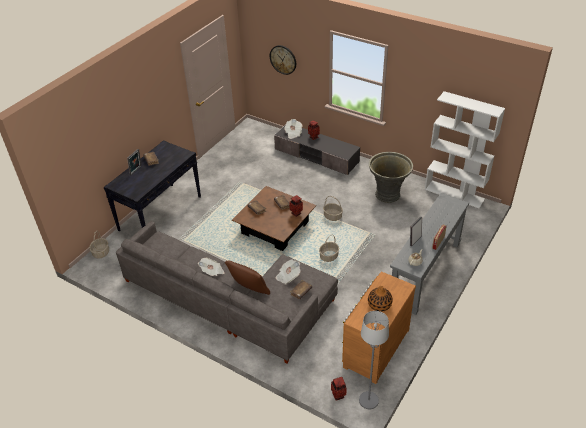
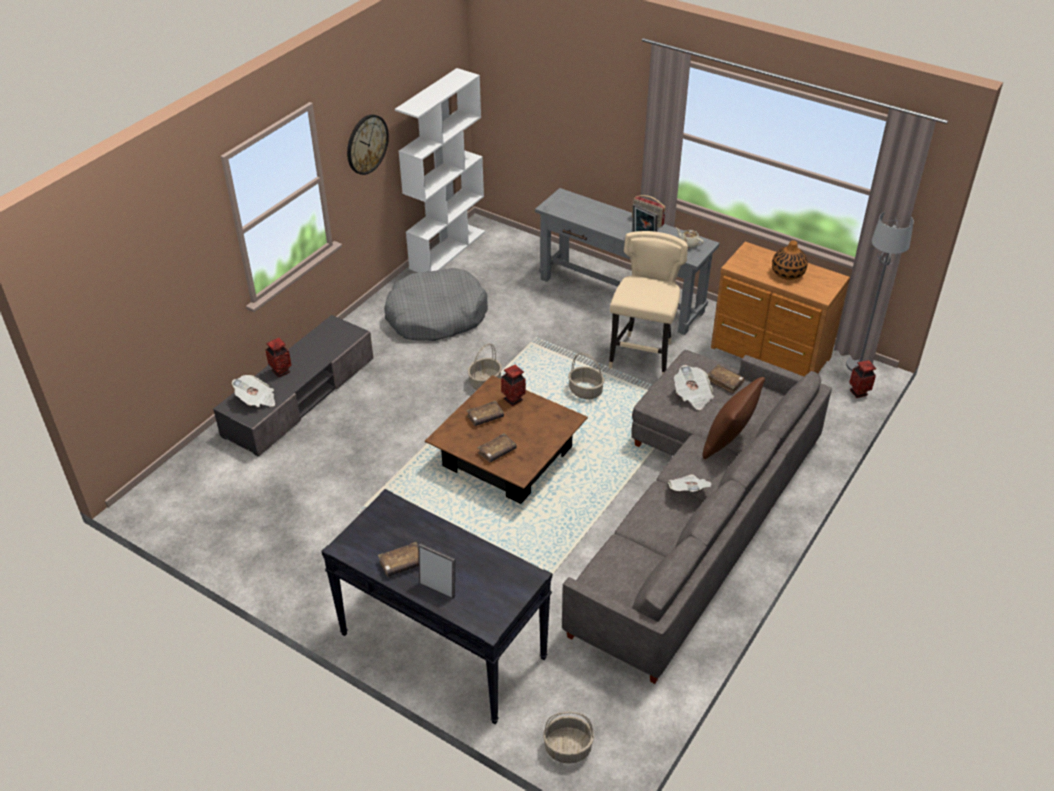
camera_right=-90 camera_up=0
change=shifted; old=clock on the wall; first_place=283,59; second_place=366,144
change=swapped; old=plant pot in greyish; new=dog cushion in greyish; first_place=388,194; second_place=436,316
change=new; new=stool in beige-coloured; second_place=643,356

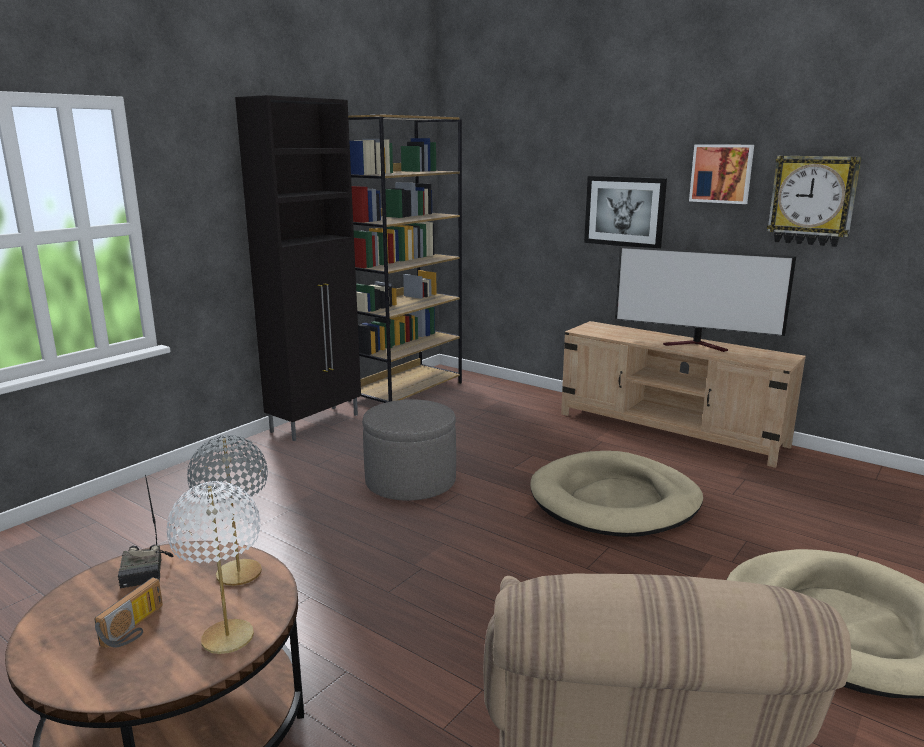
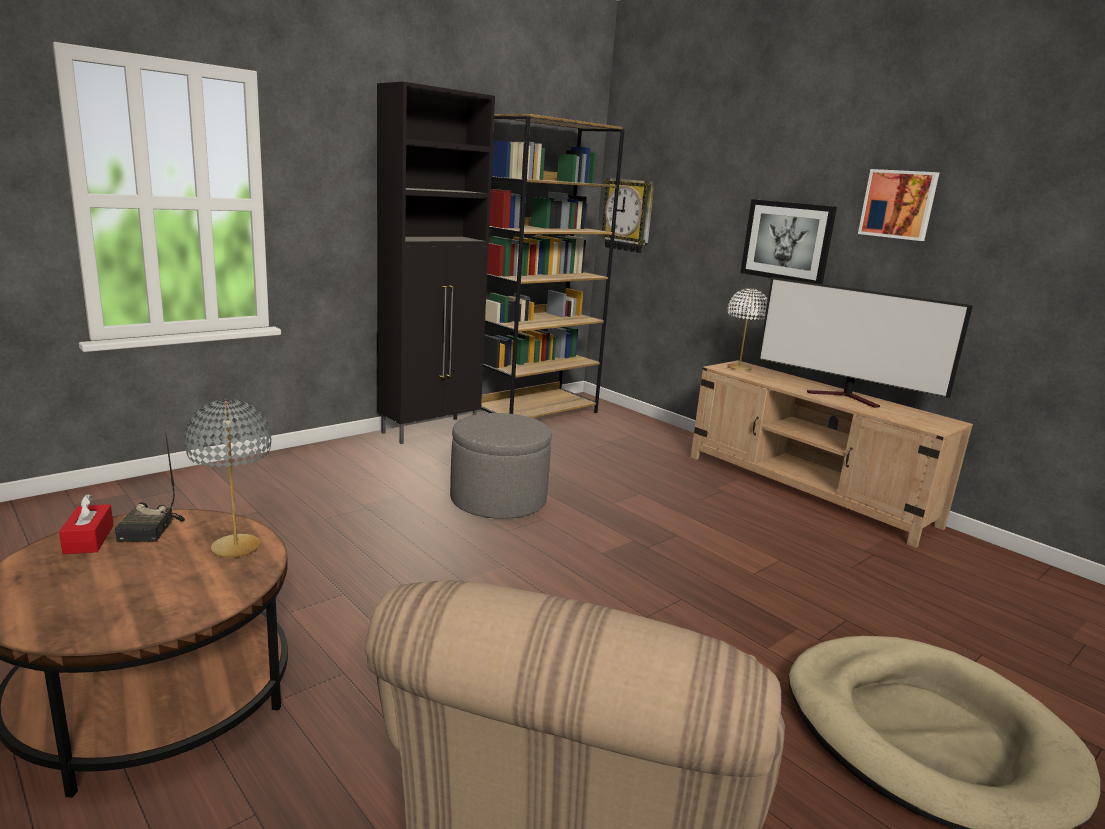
camera_right=10 camera_up=0
change=shifted; old=clock on the wall; first_place=812,200; second_place=628,215
change=gone; old=dog cushion in beige-coloured; first_place=615,500
change=shifted; old=table lamp in white; first_place=228,638; second_place=739,368
change=gone; old=radio; first_place=135,628
change=new; new=box of tissues in red-coloured; second_place=89,539

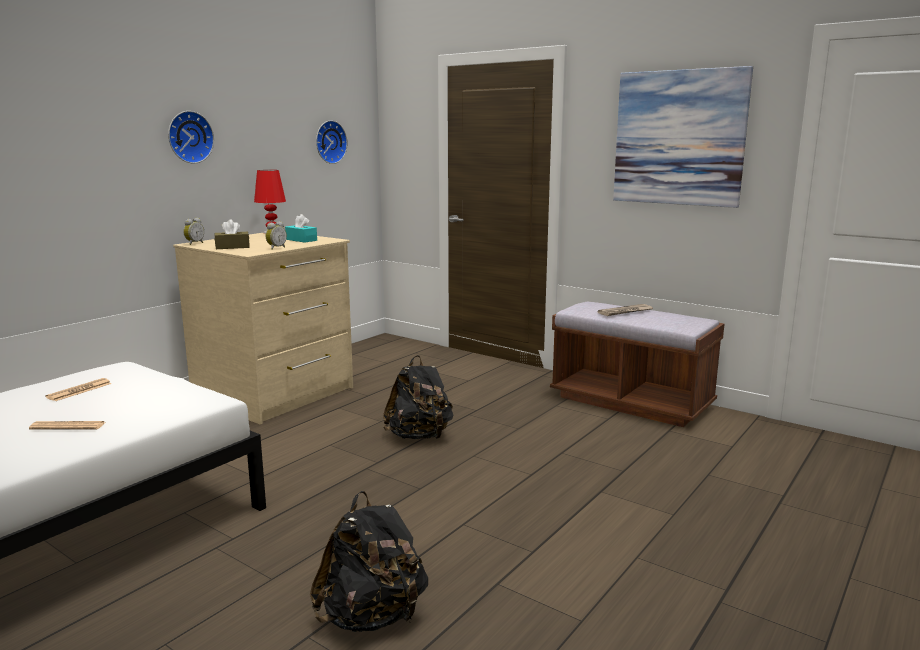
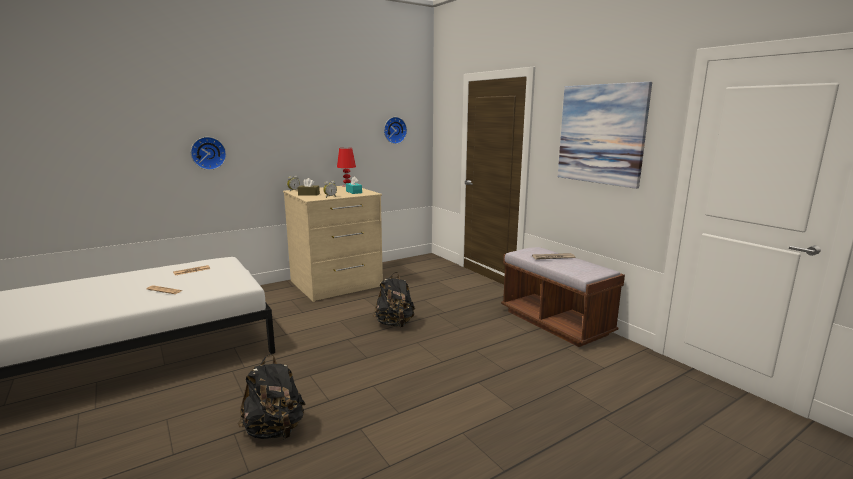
camera_right=20 camera_up=0
change=shifted; old=clock on the wall; first_place=189,137; second_place=208,153

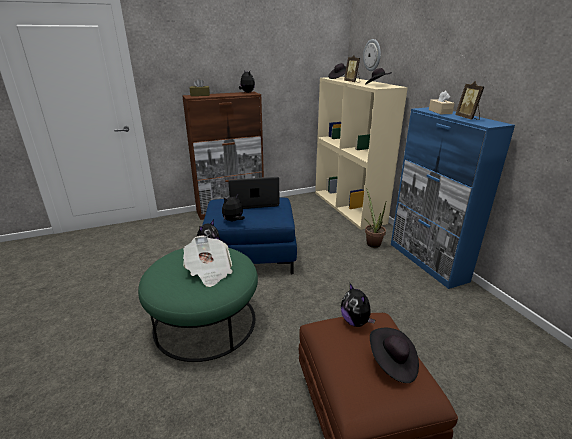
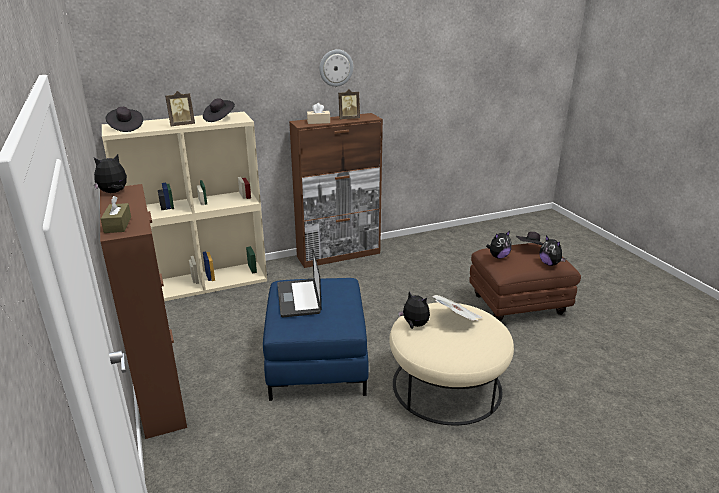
camera_right=-90 camera_up=0
change=shifted; old=clock on the wall; first_place=372,55; second_place=336,68
change=repainted; old=storage cabinet in blue; new=storage cabinet in brown; first_place=427,262; second_place=339,255
change=gone; old=houseplant; first_place=372,242
change=shifted; old=cuddly toy; first_place=233,221; second_place=550,264
change=repainted; old=ottoman in green; new=ottoman in beige-coloured; first_place=205,321; second_place=446,385

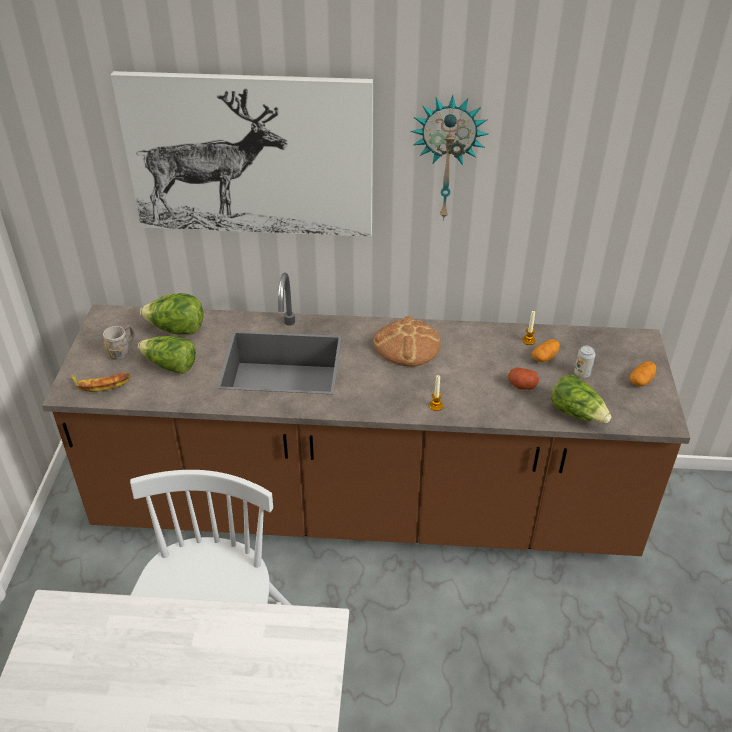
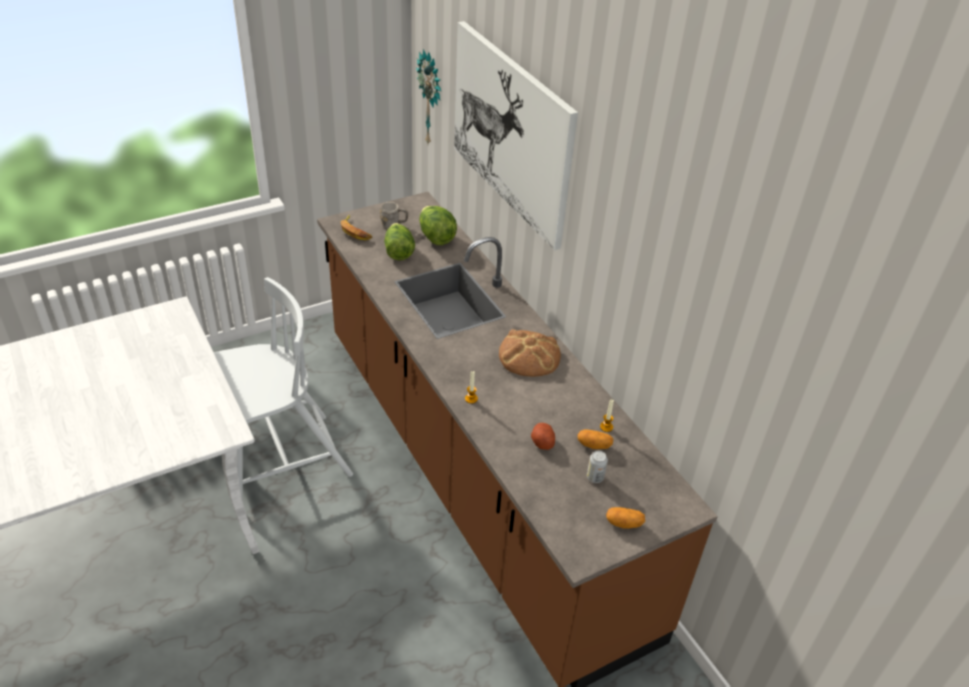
camera_right=55 camera_up=0
change=shifted; old=clock on the wall; first_place=447,158; second_place=432,99
change=gone; old=lettuce head; first_place=577,413

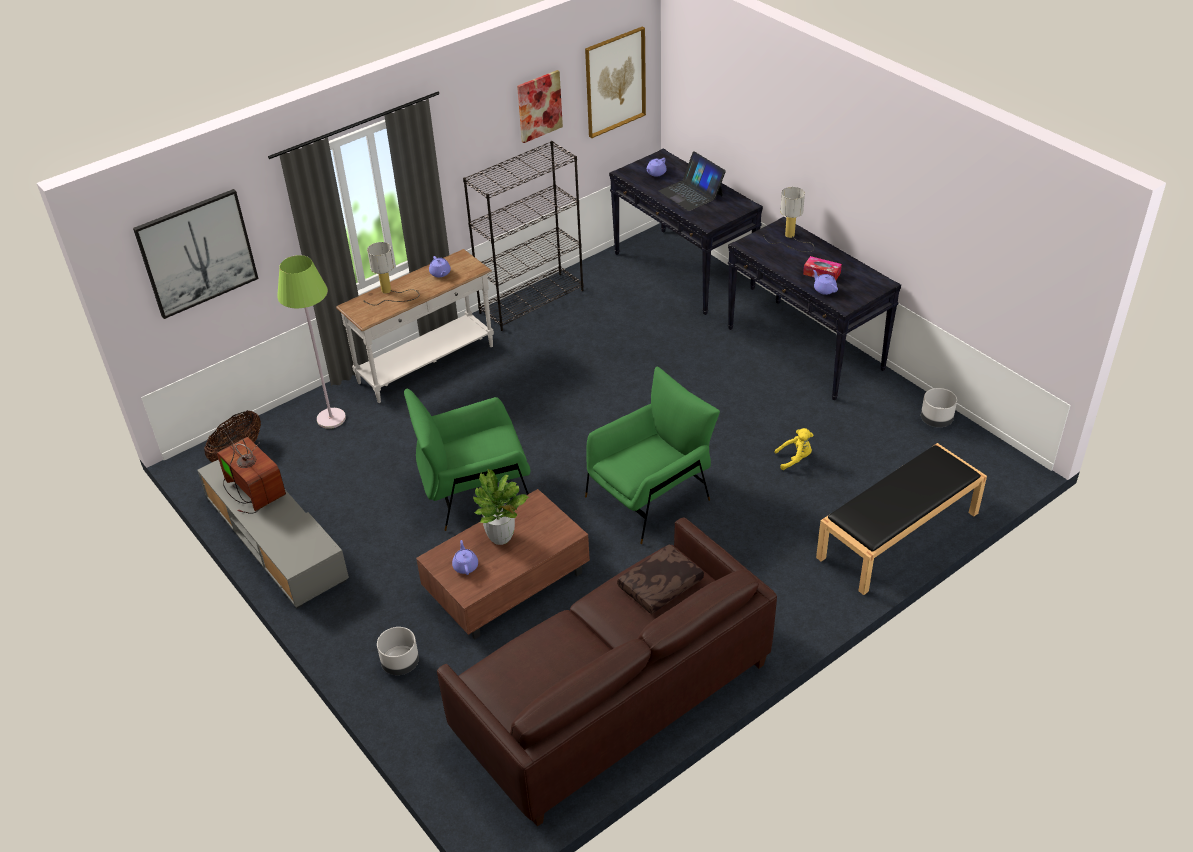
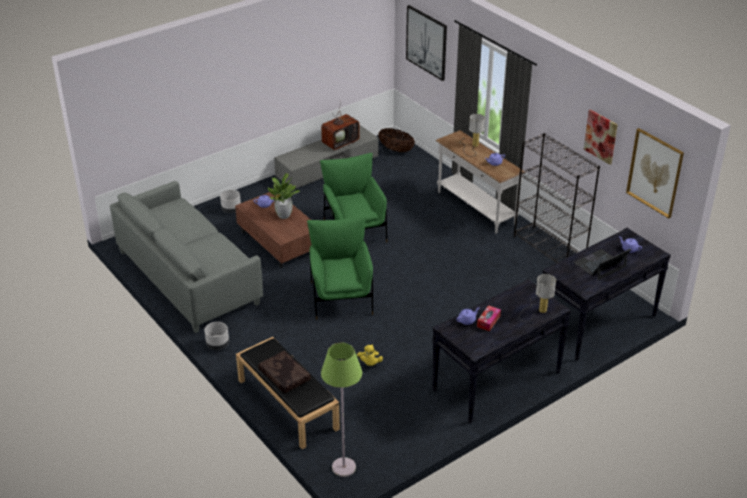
camera_right=90 camera_up=-5
change=shifted; old=floor lamp in green; first_place=331,419; second_place=343,467
change=rotated; old=easy chair in green; first_place=651,496; second_place=341,296; degrees=-150
change=shifted; old=plant pot in greyish; first_place=936,420; second_place=217,345
change=repainted; old=sofa in brown; new=sofa in greyish; first_place=612,698; second_place=188,277
change=shifted; old=pillow in brown; first_place=661,586; second_place=283,376

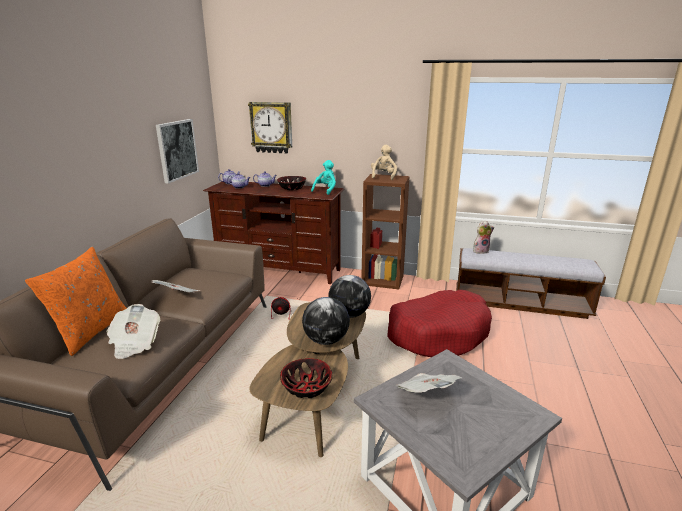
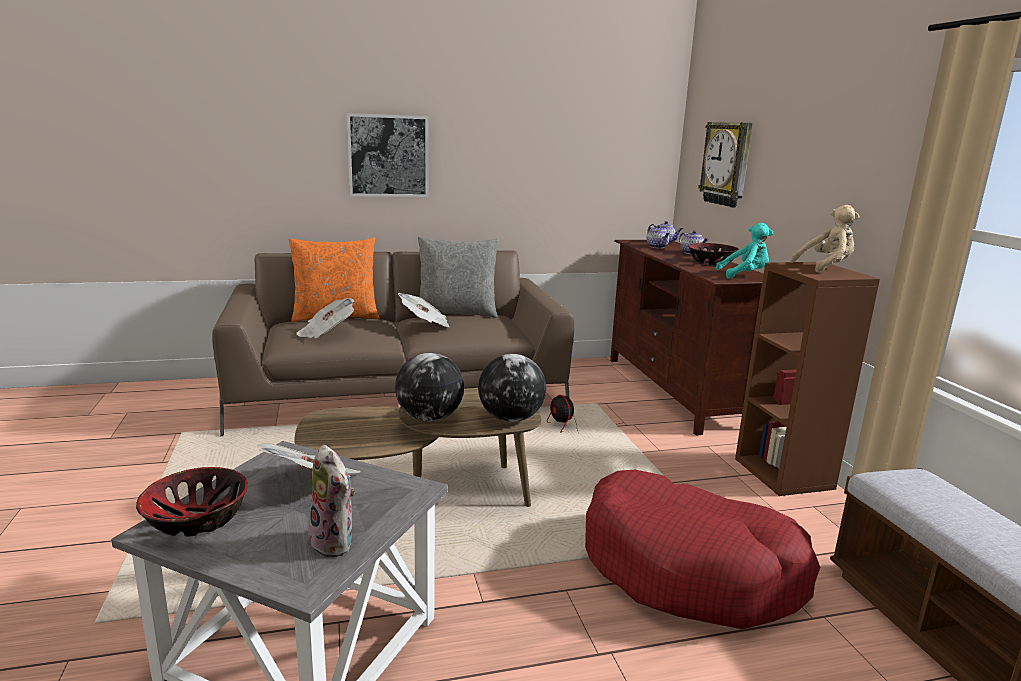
camera_right=60 camera_up=-5
change=shifted; old=picture; first_place=177,150; second_place=388,156
change=shifted; old=cuddly toy; first_place=480,251; second_place=335,543
change=shifted; old=deep dish; first_place=307,388; second_place=196,520
change=new; new=pillow in greyish; second_place=457,313

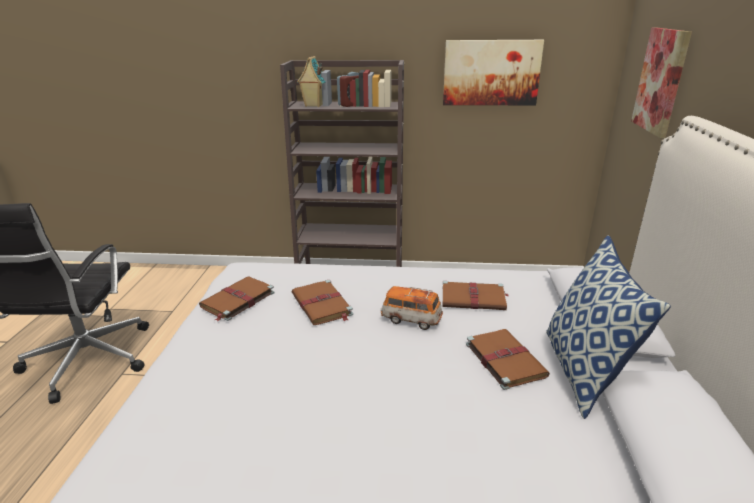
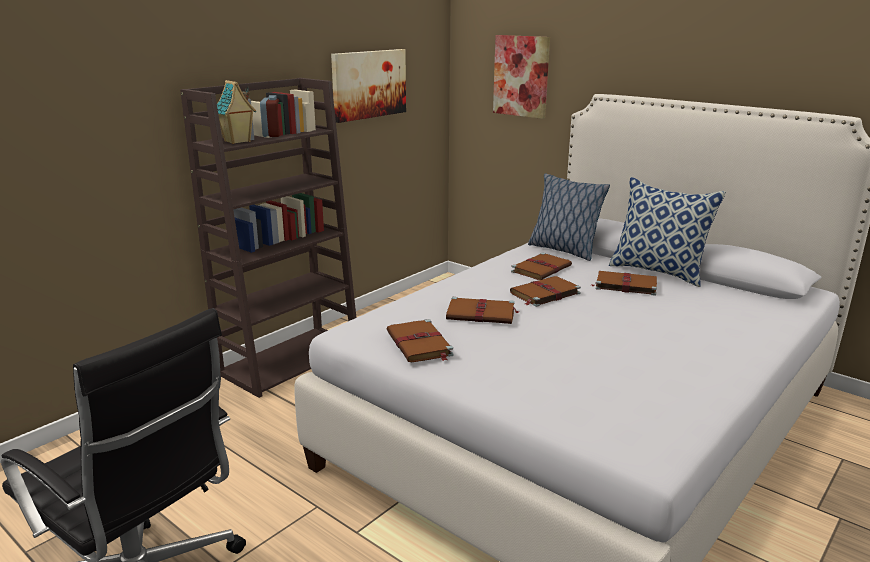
camera_right=-55 camera_up=-5
change=swapped; old=model car; new=volume in brown; first_place=411,319; second_place=544,293
change=new; new=pillow; second_place=563,250

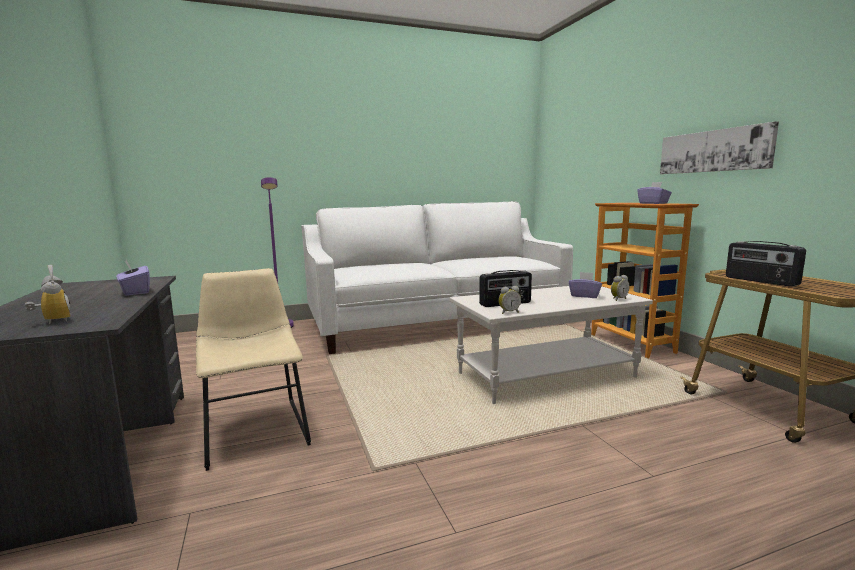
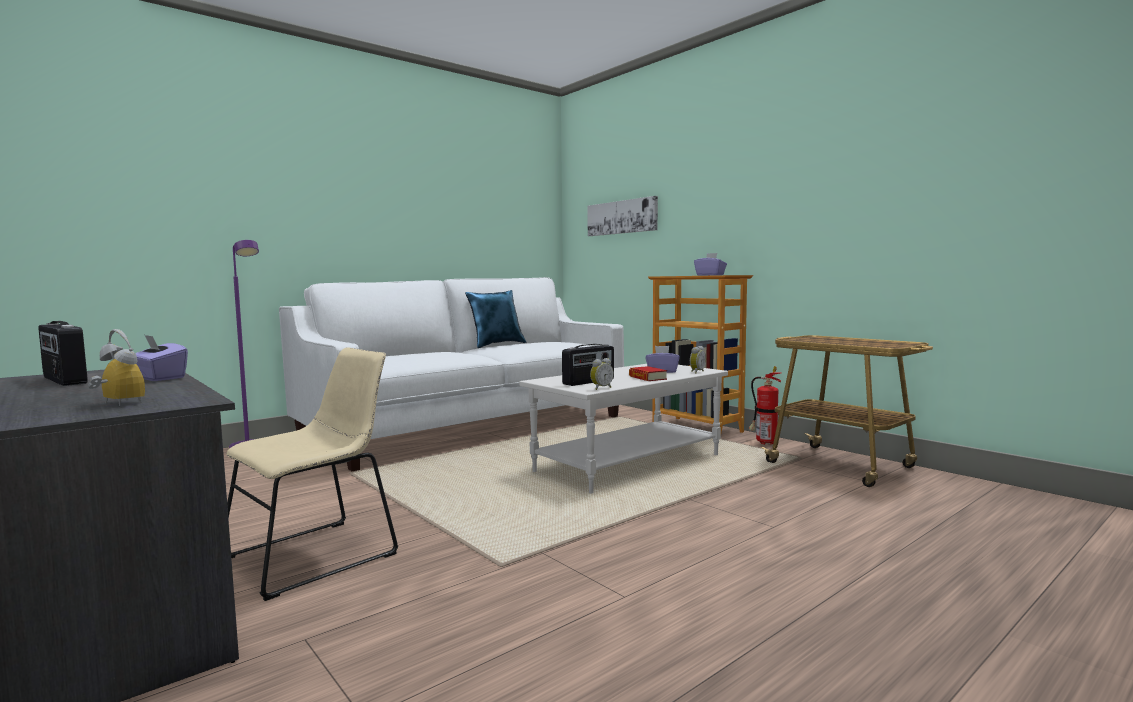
camera_right=-20 camera_up=-5
change=shifted; old=picture; first_place=713,151; second_place=622,217
change=shifted; old=radio; first_place=760,281; second_place=63,380
change=rotated; old=plain chair in beige-coloured; first_place=255,429; second_place=317,554; degrees=90
change=new; new=pillow in blue; second_place=496,345
change=new; new=volume; second_place=647,378
change=new; new=extinguisher; second_place=764,442

